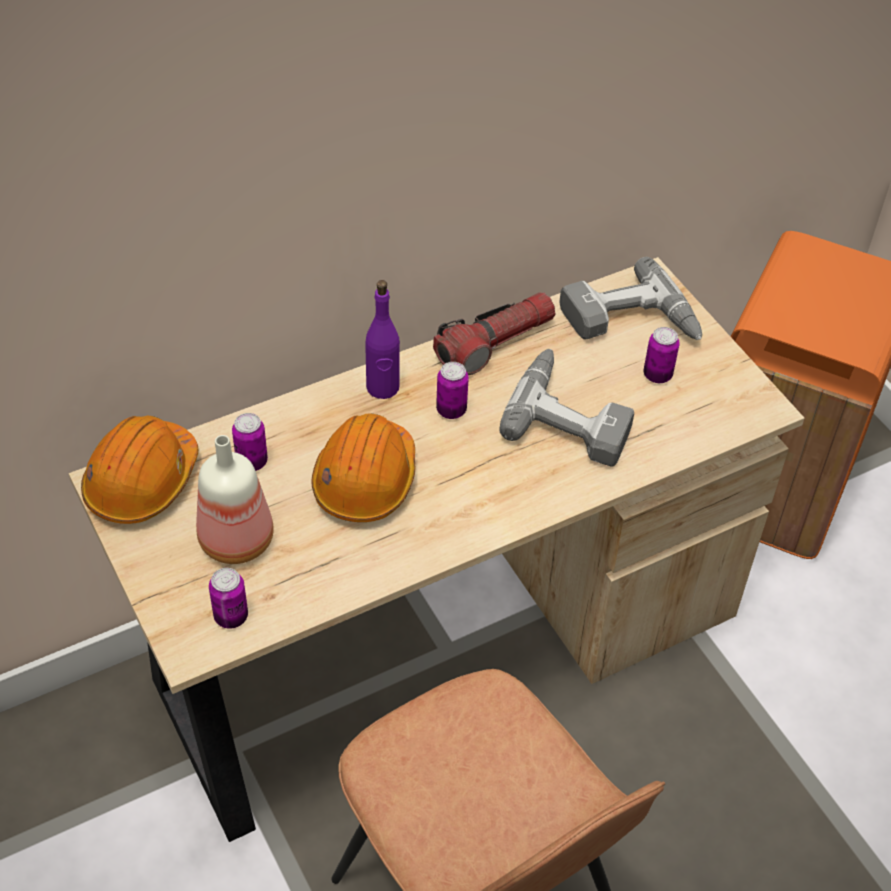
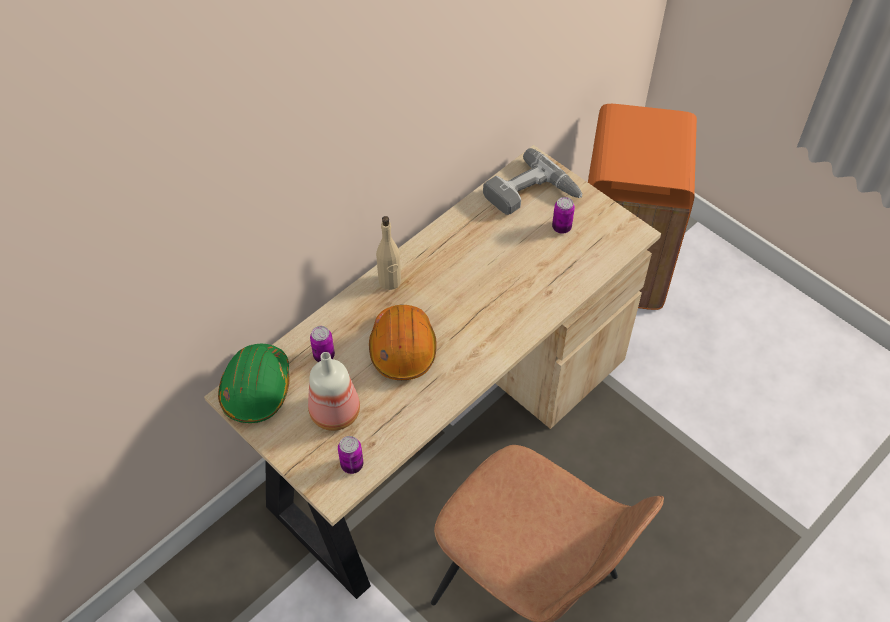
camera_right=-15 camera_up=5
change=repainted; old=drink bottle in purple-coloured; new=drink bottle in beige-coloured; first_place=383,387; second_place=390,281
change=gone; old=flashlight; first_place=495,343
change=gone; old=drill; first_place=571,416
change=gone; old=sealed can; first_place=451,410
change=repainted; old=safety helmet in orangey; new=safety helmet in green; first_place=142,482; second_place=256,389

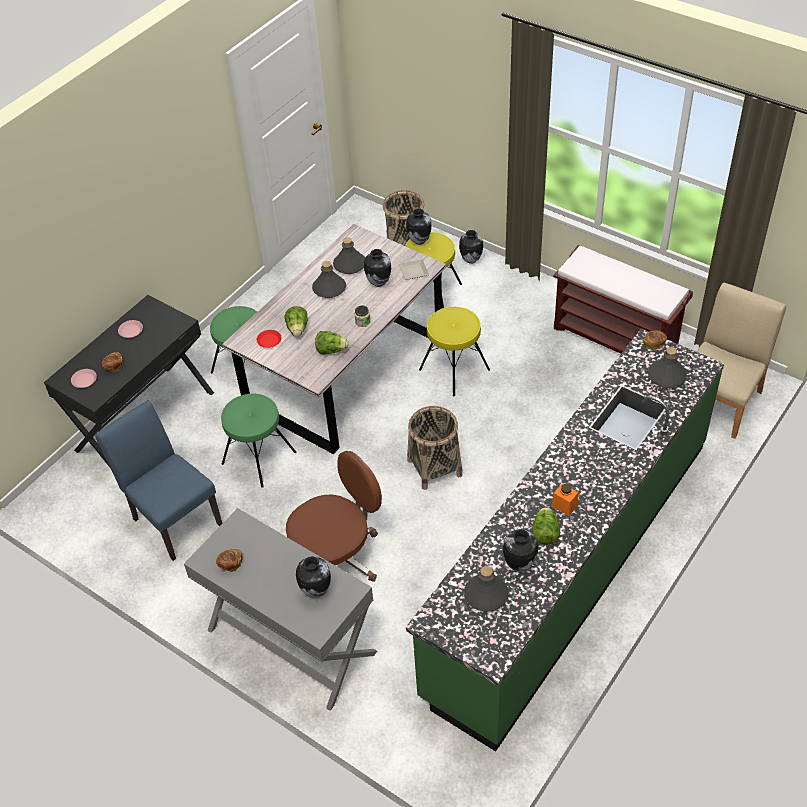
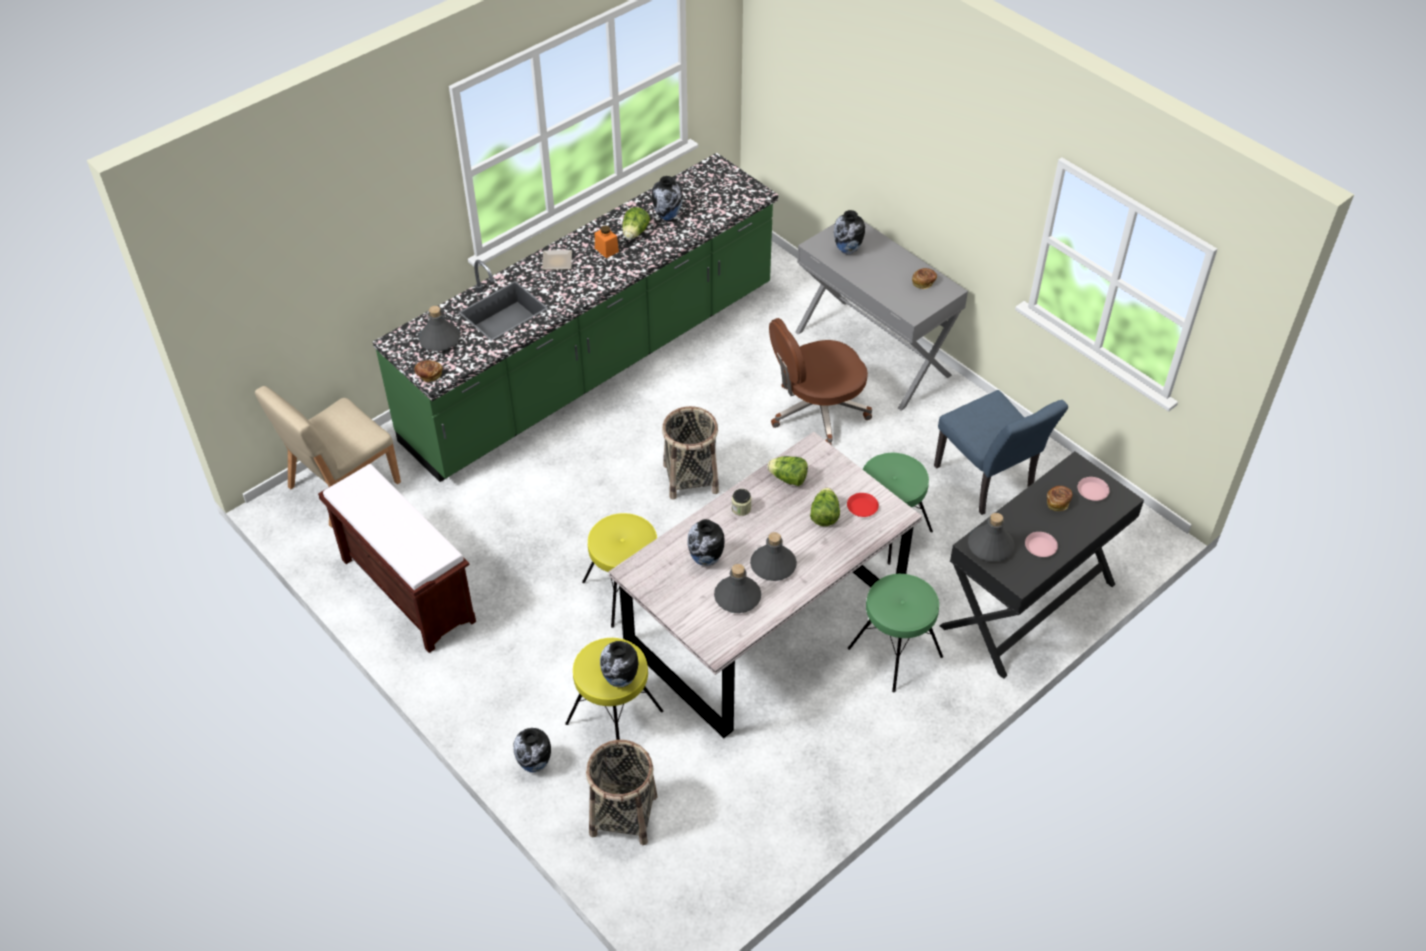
camera_right=-170 camera_up=0
change=shifted; old=dinner plate; first_place=414,270; second_place=556,262
change=shifted; old=drink bottle in greyish; first_place=485,595; second_place=990,546

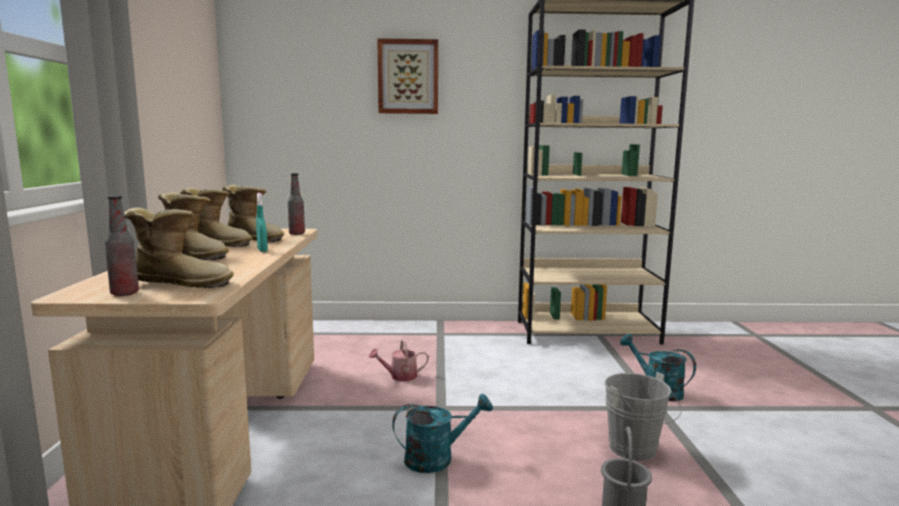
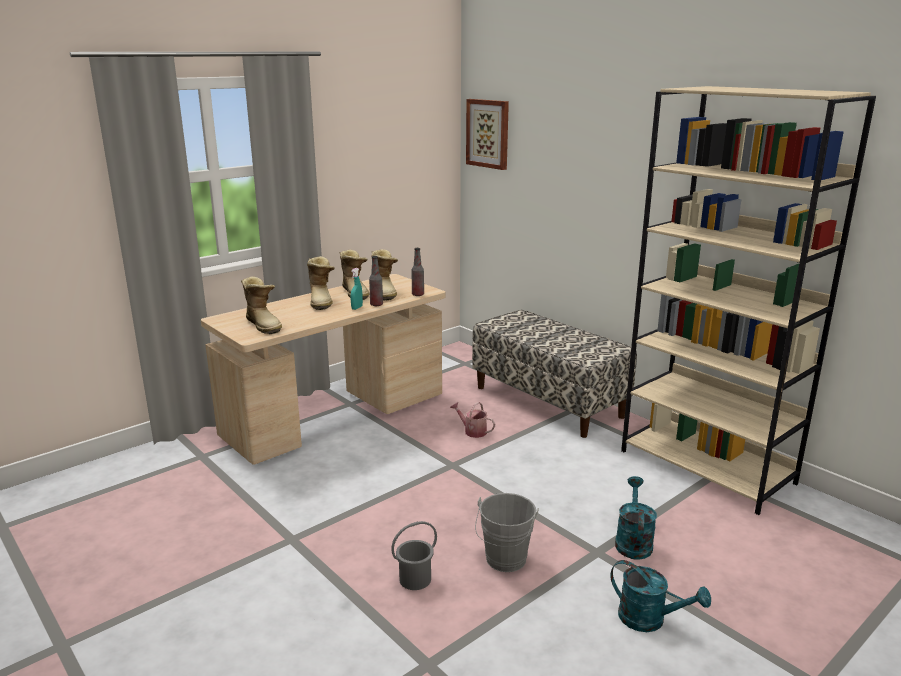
camera_right=50 camera_up=10
change=shifted; old=picture; first_place=408,77; second_place=488,133
change=shifted; old=drink bottle; first_place=124,293; second_place=376,304
change=shifted; old=watering can in turquoise; first_place=437,458; second_place=650,620
change=new; new=bench; second_place=548,401

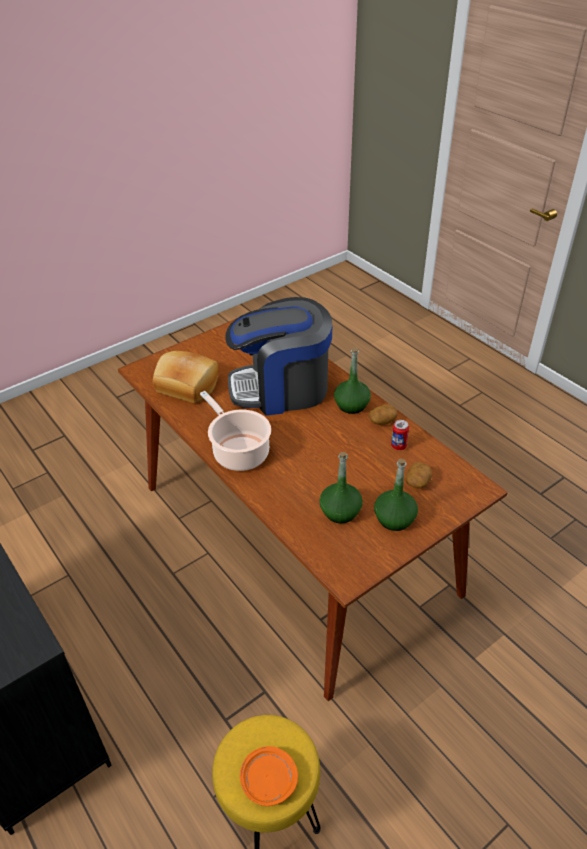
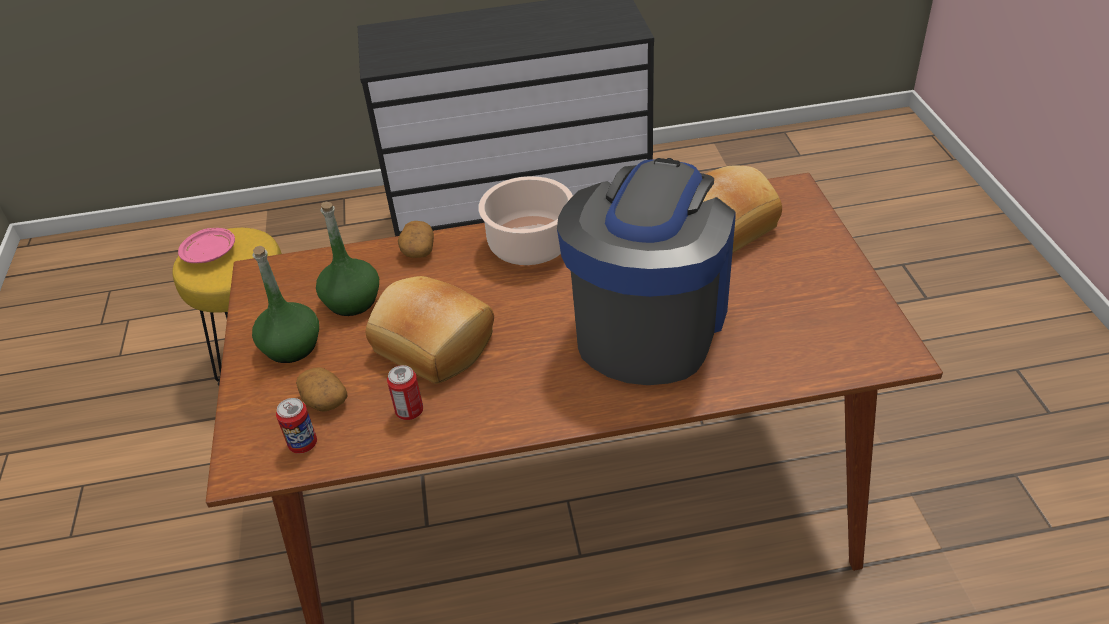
camera_right=120 camera_up=0
change=gone; old=drink bottle in green; first_place=351,405
change=shifted; old=whole potato; first_place=382,421; second_place=418,249
change=repainted; old=dinner plate in orangey; new=dinner plate in pink-coloured; first_place=268,780; second_place=210,253
change=new; new=bakery bread; second_place=432,346
change=new; new=sealed can; second_place=303,444

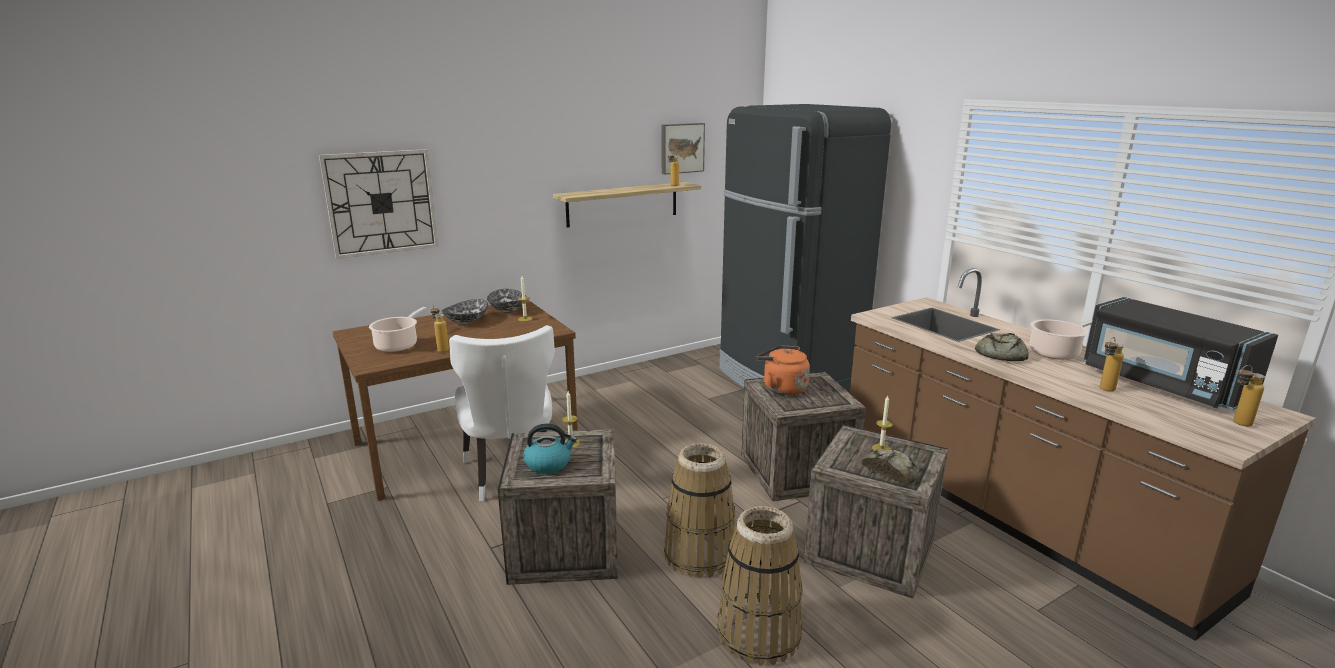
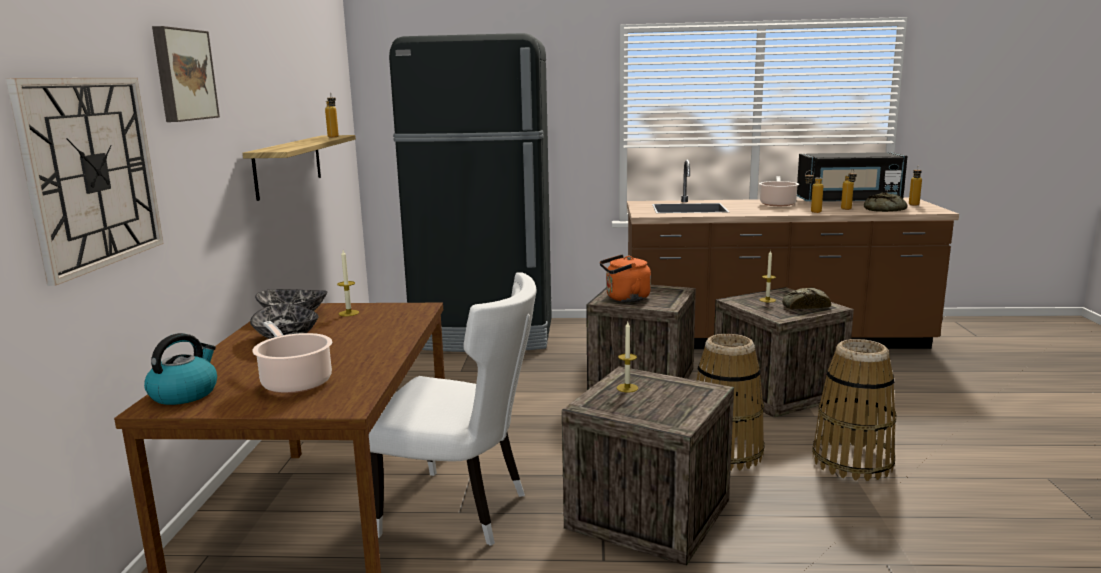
camera_right=-55 camera_up=-5
change=shifted; old=picture; first_place=681,148; second_place=182,75
change=shifted; old=drink bottle; first_place=441,349; second_place=811,212
change=shifted; old=bakery bread; first_place=999,354; second_place=885,210
change=shifted; old=water kettle; first_place=549,464; second_place=184,393

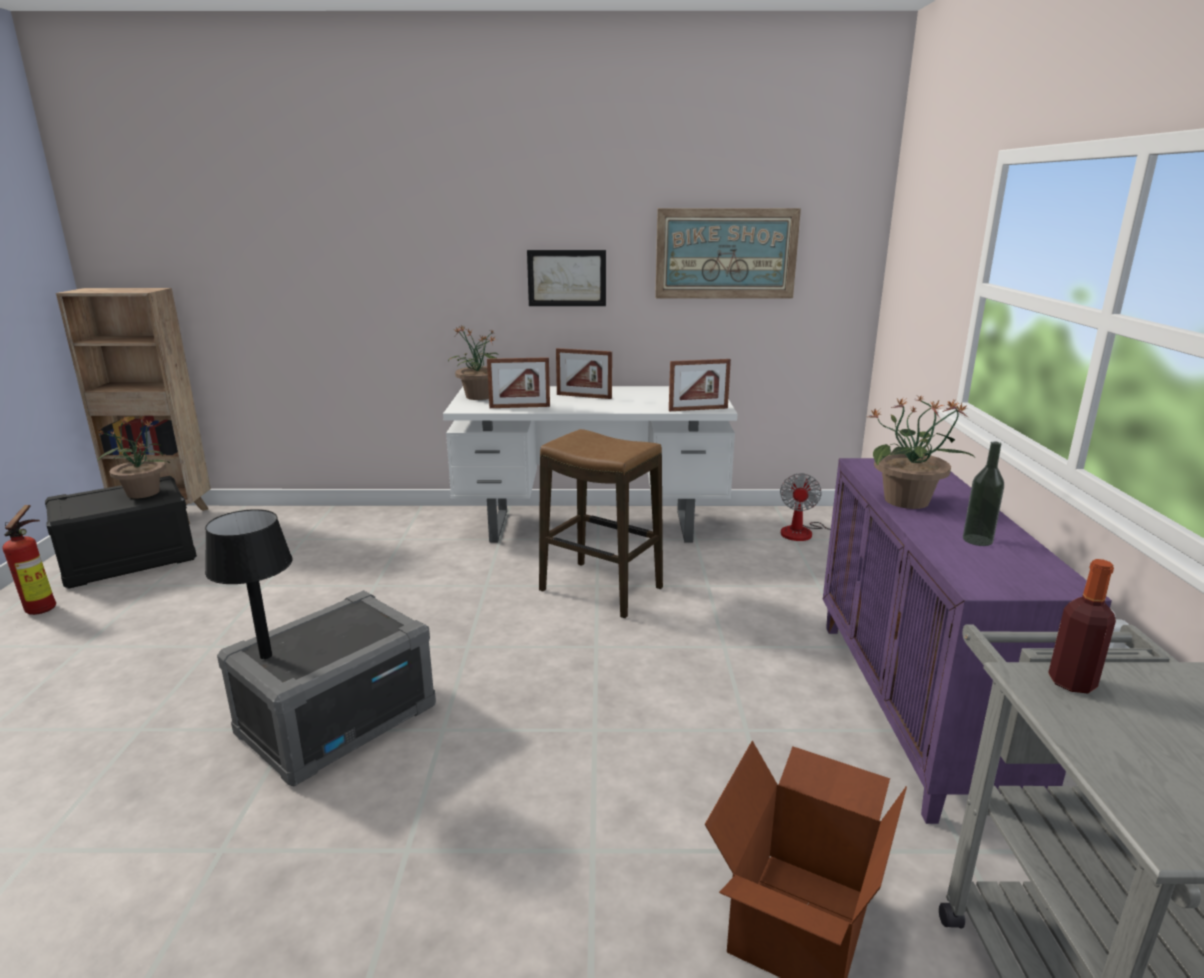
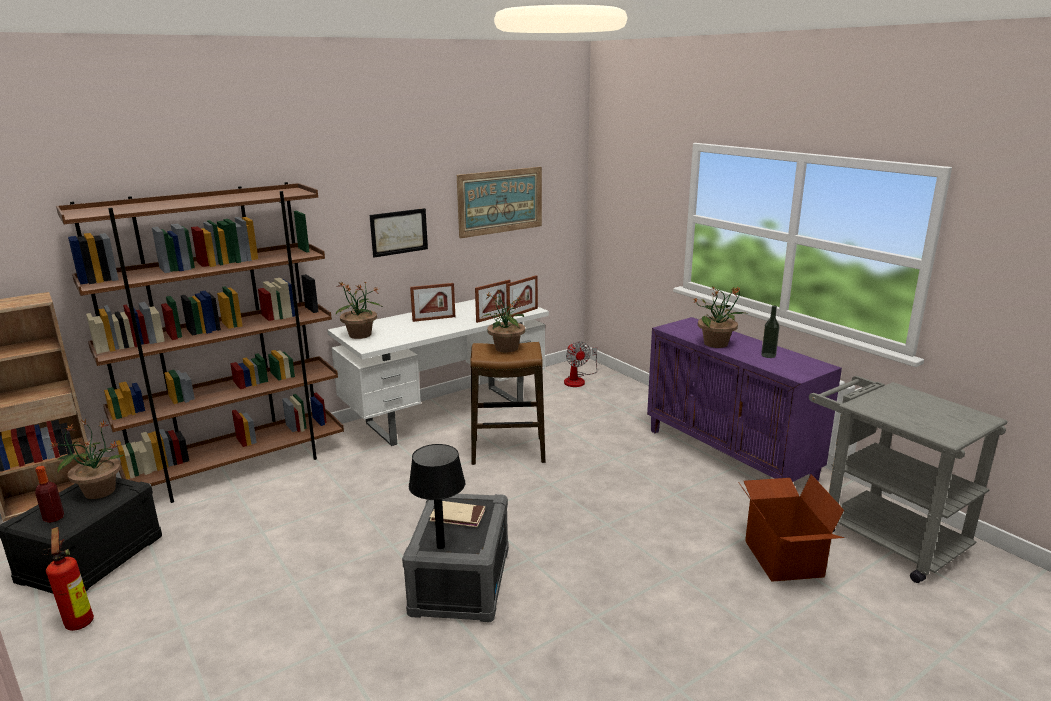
camera_right=-35 camera_up=0
change=shifted; old=standing frame; first_place=519,407; second_place=493,317
change=shifted; old=drink bottle; first_place=1071,682; second_place=54,518
change=new; new=bookcase in brown; second_place=240,467
change=new; new=houseplant; second_place=506,348
change=new; new=volume in beige-coloured; second_place=457,516

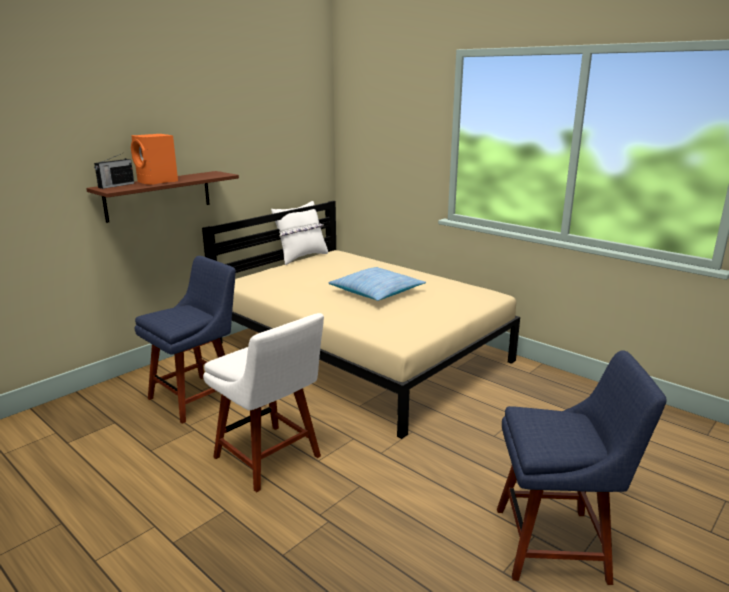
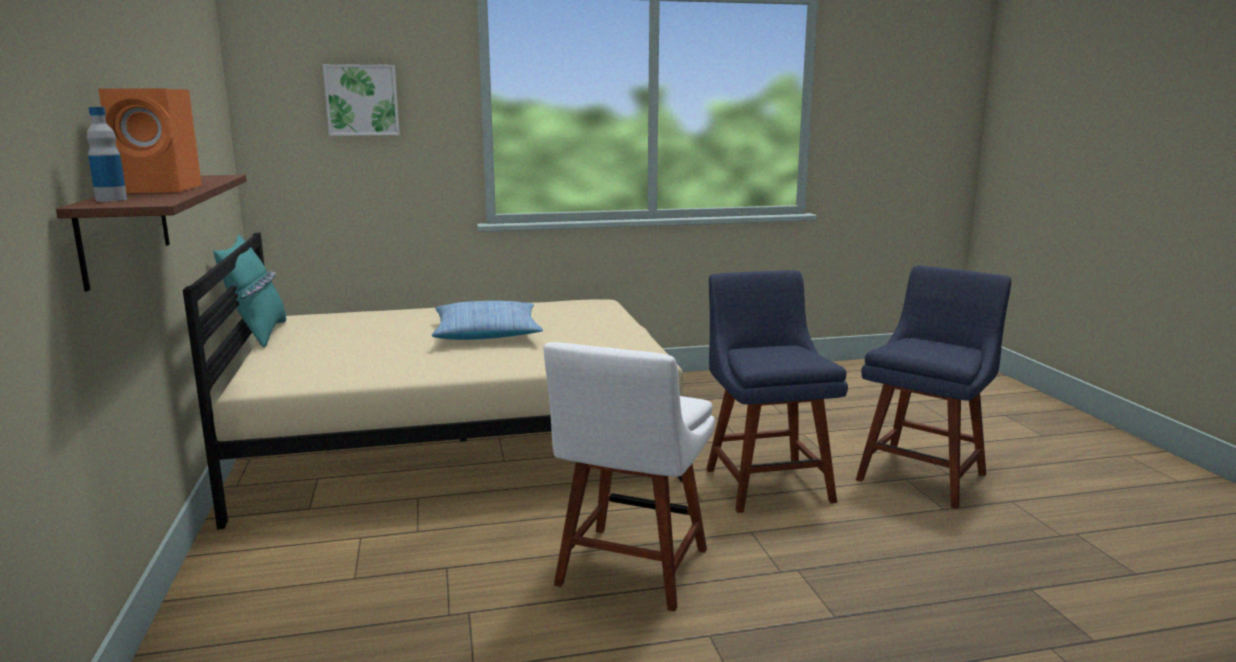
camera_right=-55 camera_up=-5
change=swapped; old=radio; new=drink bottle; first_place=115,185; second_place=111,200
change=repainted; old=pillow in white; new=pillow in turquoise; first_place=301,257; second_place=258,335
change=shifted; old=plain chair in blue; first_place=197,396; second_place=766,482
change=rotated; old=plain chair in white; first_place=270,459; second_place=630,571; degrees=120
change=new; new=picture; second_place=362,100

